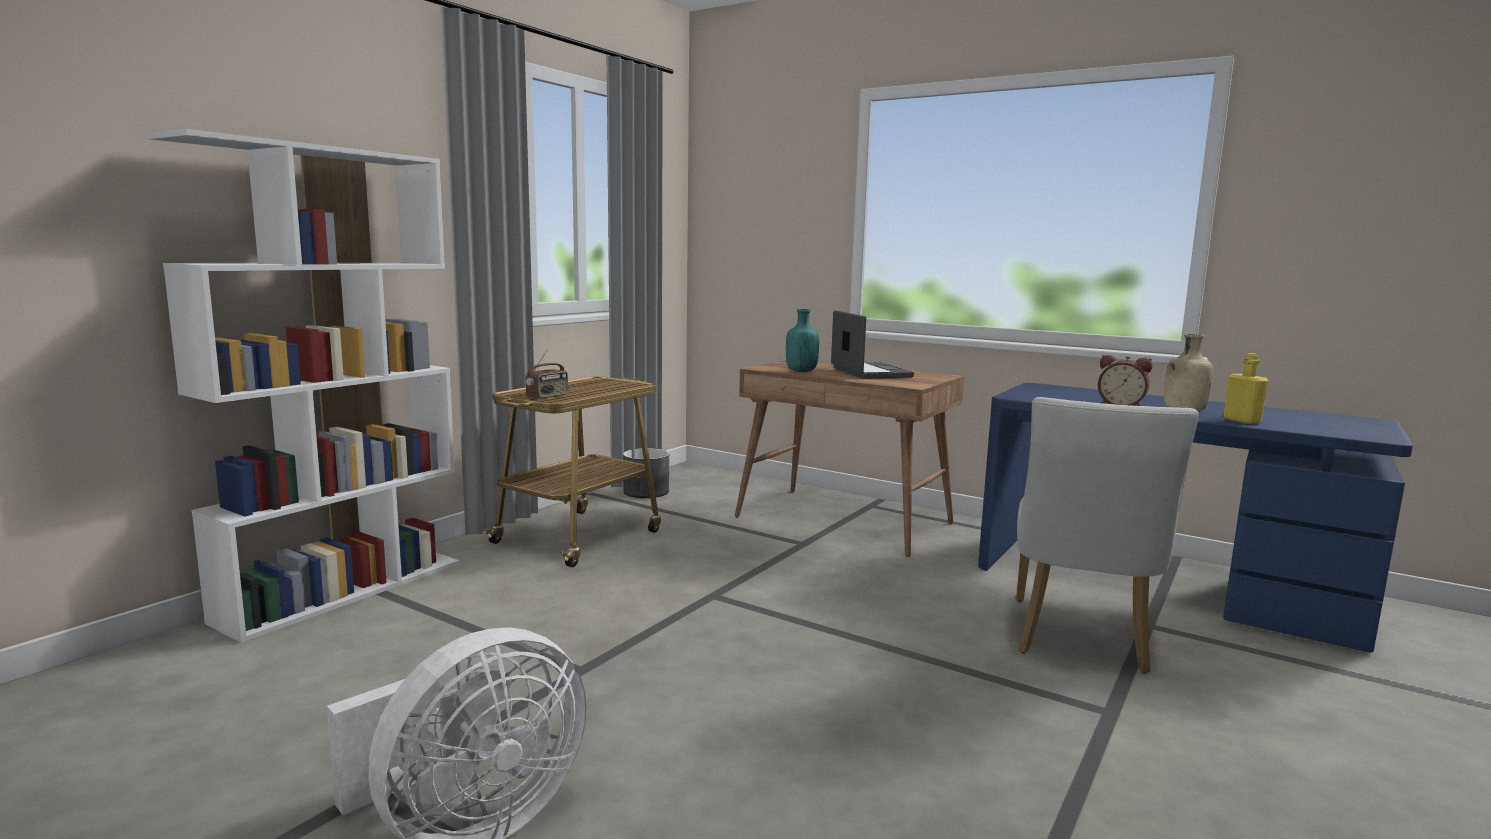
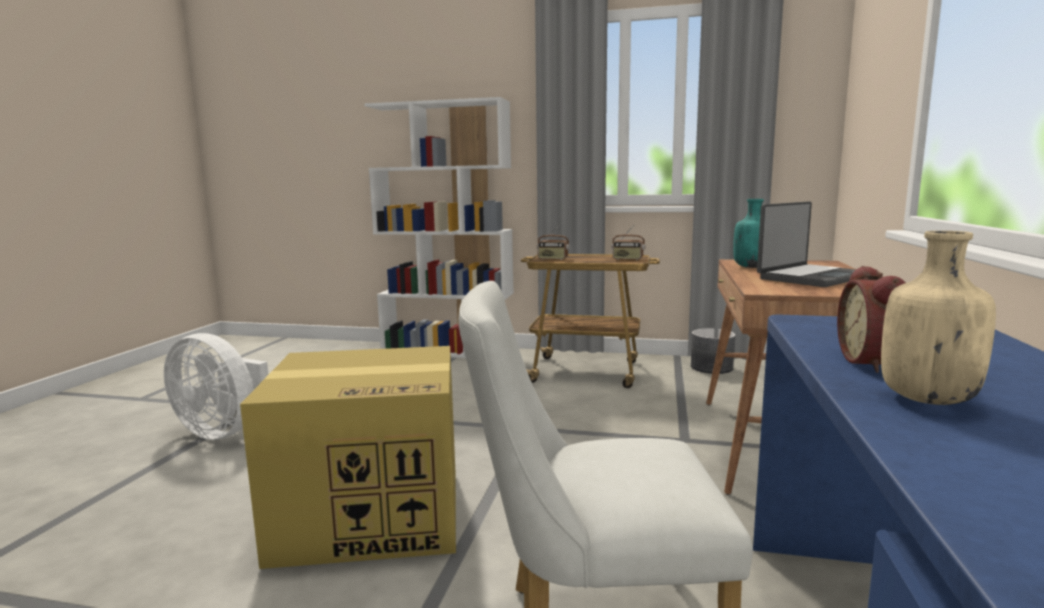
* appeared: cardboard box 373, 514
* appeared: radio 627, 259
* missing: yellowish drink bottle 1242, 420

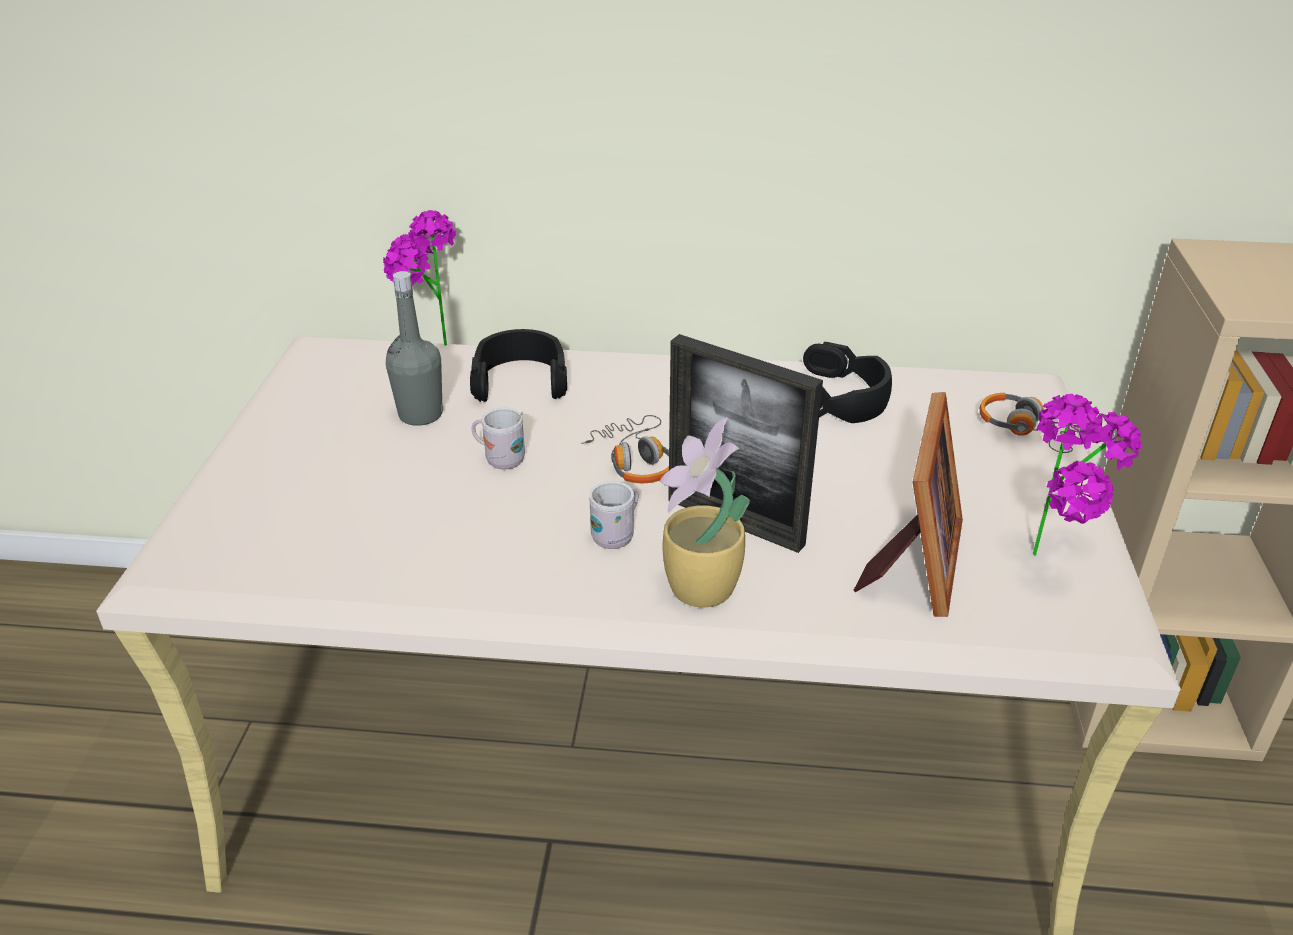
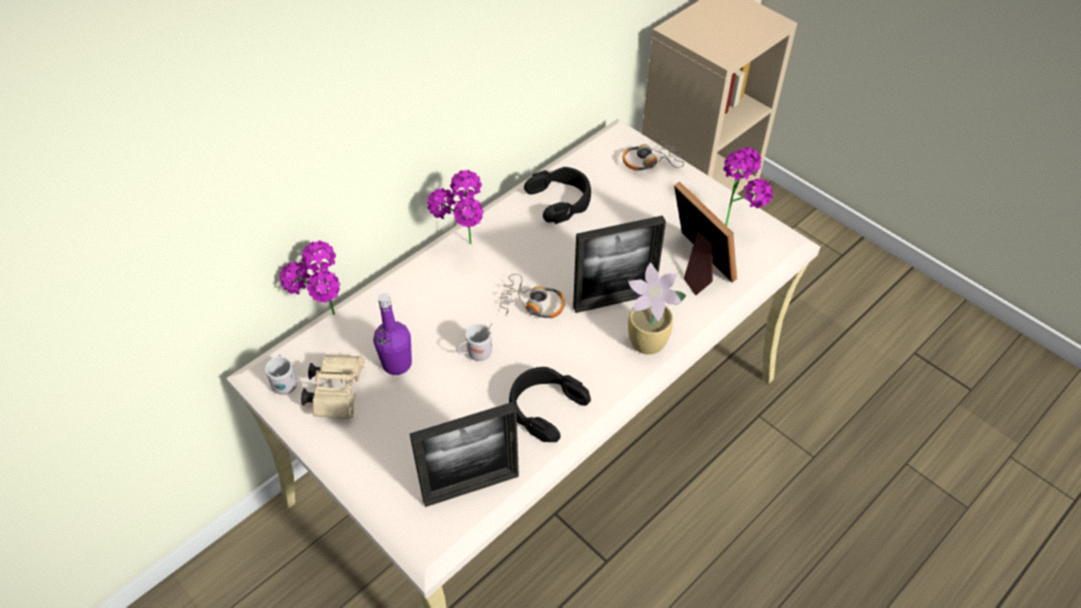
* relocated: white coffee mug 617, 535 to 285, 383
* appeared: sand-coloured binoculars 337, 391
* colour: gray drink bottle 420, 415 to purplish drink bottle 397, 364
* appeared: picture frame 471, 487
* appeared: houseplant 463, 251
* relocated: black headset 520, 380 to 544, 408

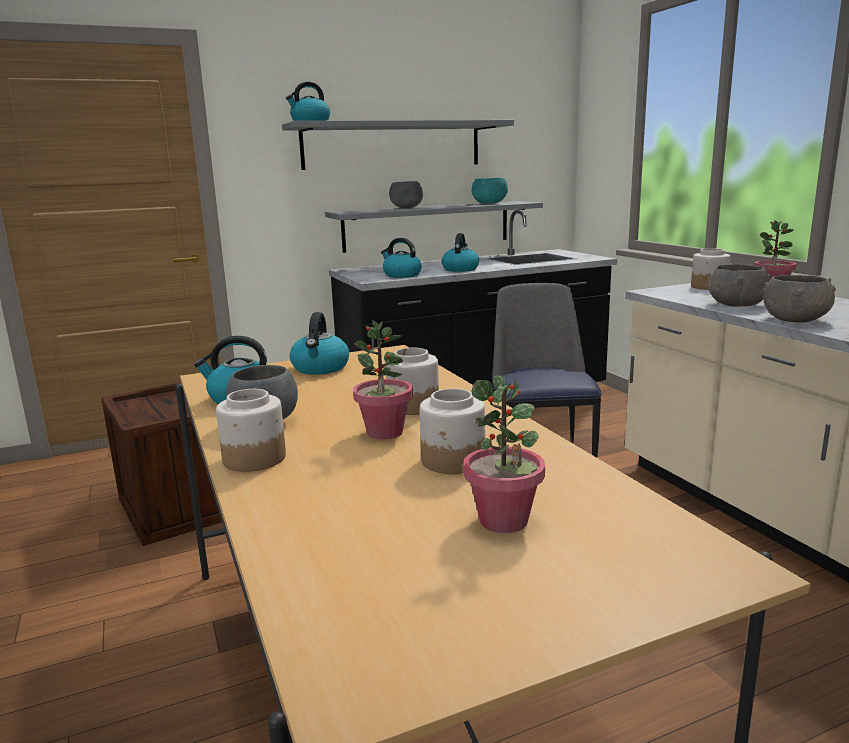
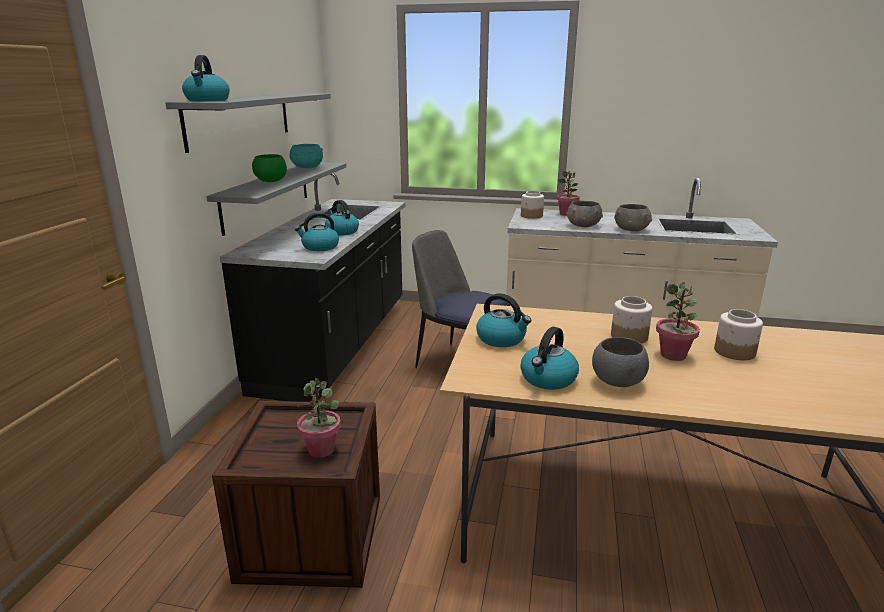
* colour: gray deep dish 406, 208 to green-coloured deep dish 270, 181
* relocated: houseplant 504, 521 to 321, 450
* missing: storage jar 253, 459

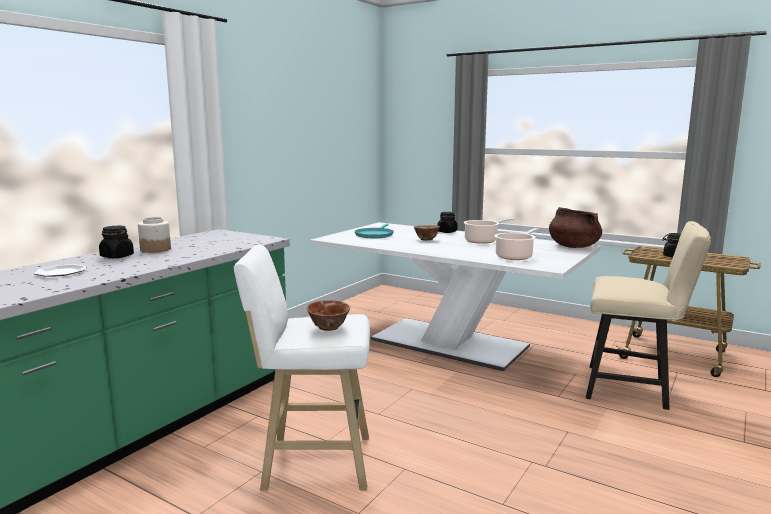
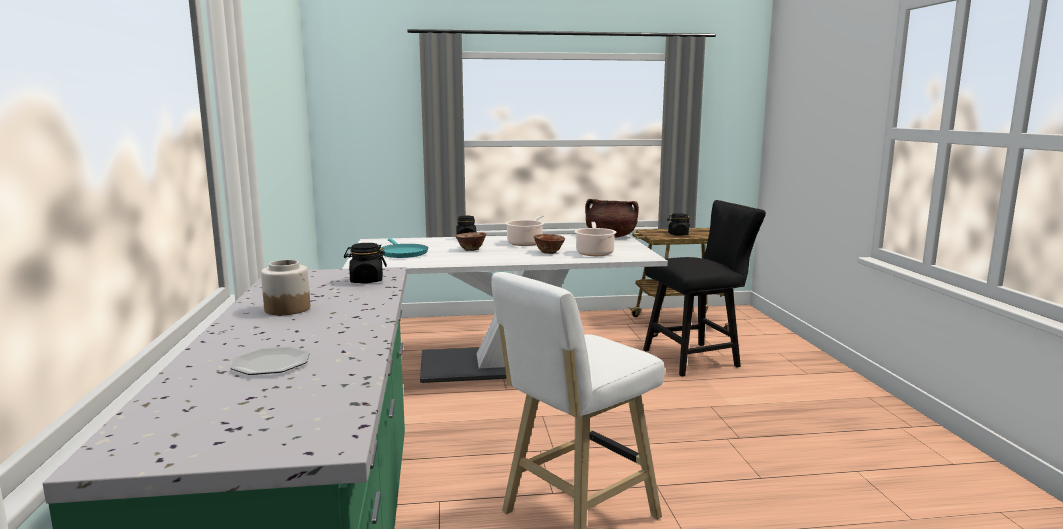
* relocated: black storage jar 117, 256 to 366, 281
* relocated: deep dish 329, 328 to 549, 252
* colour: sand-coloured plain chair 634, 388 to black plain chair 697, 358

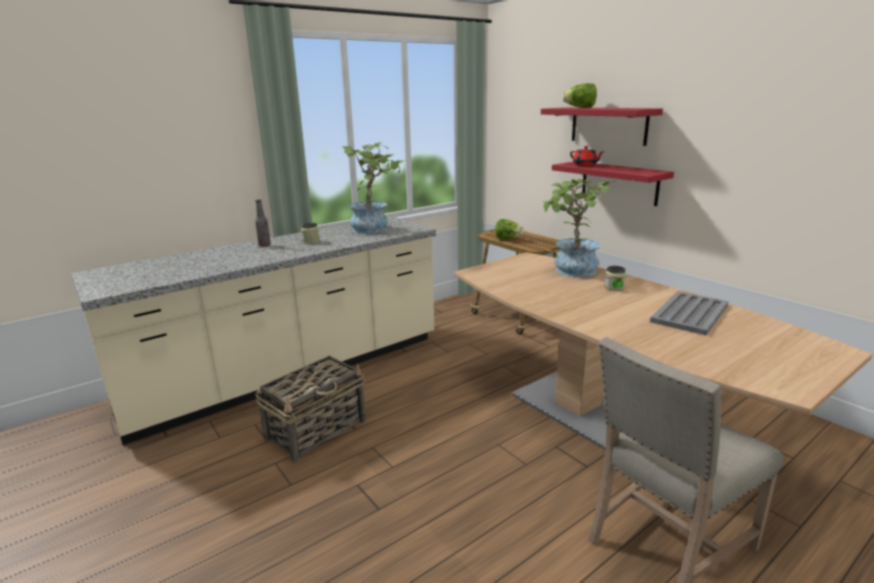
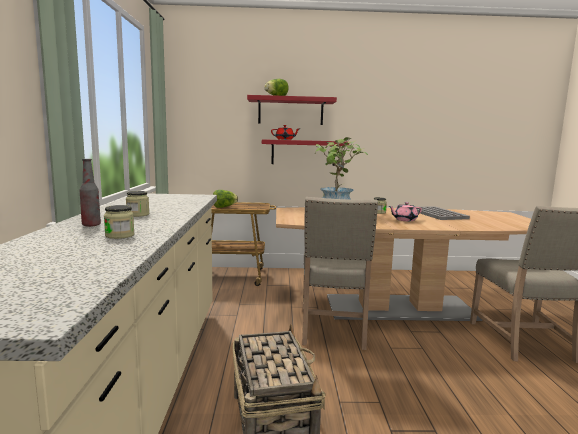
* appeared: storage jar 120, 235
* appeared: sand-coloured plain chair 334, 330
* appeared: pinkish teapot 404, 220
* missing: houseplant 375, 228

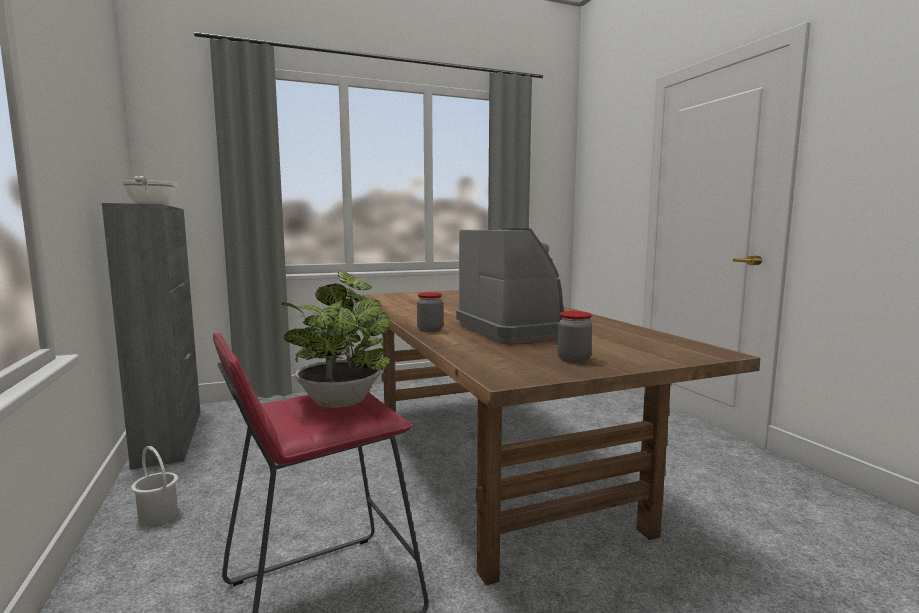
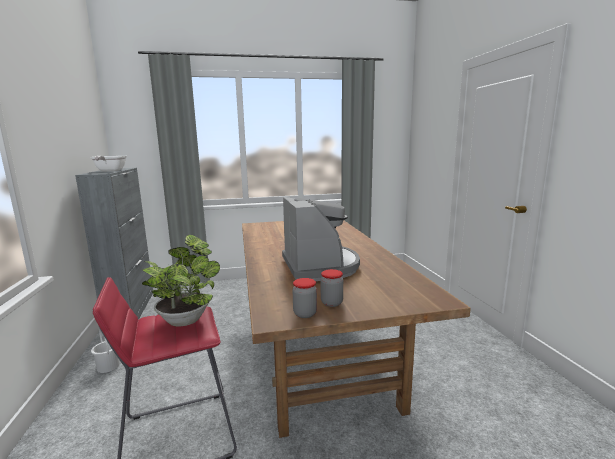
* relocated: storage jar 430, 330 to 305, 313

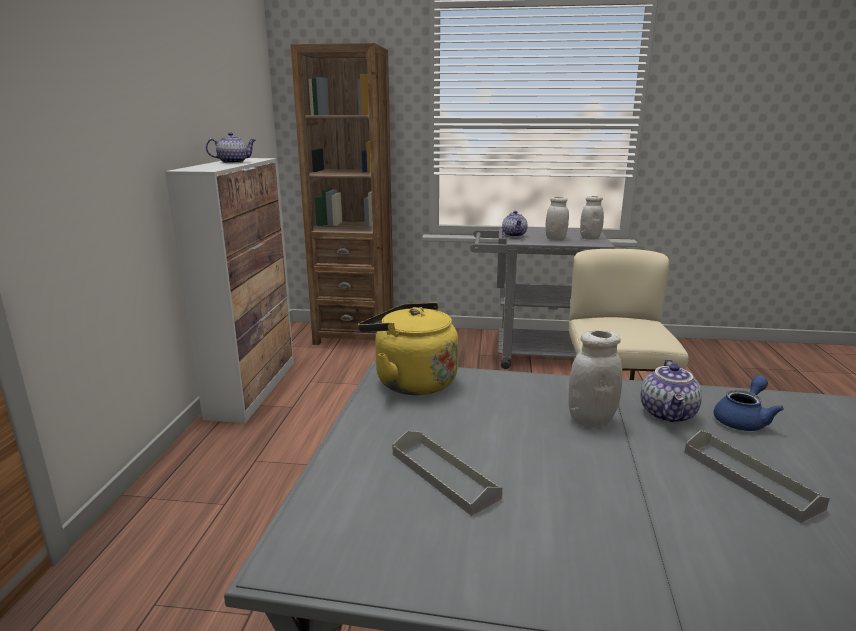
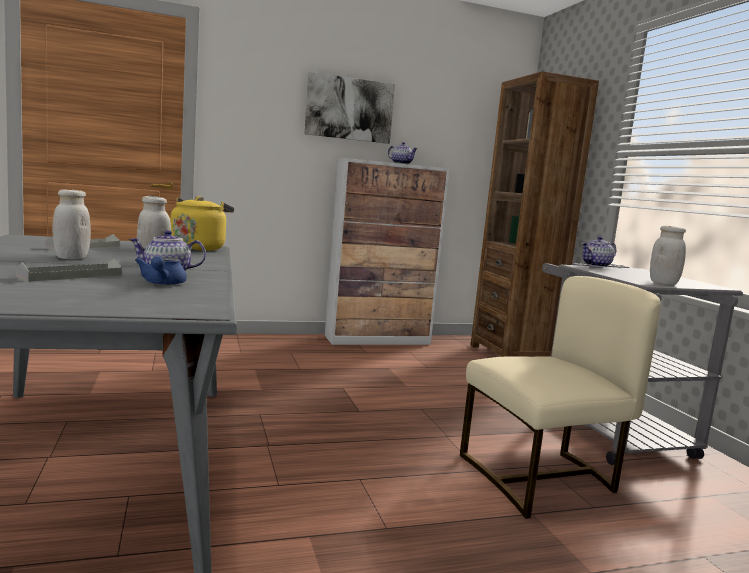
* relocated: white storage jar 555, 239 to 71, 258
* spun: bluish teapot 743, 420 = 162, 284 60 degrees clockwise
* appeared: picture 349, 109

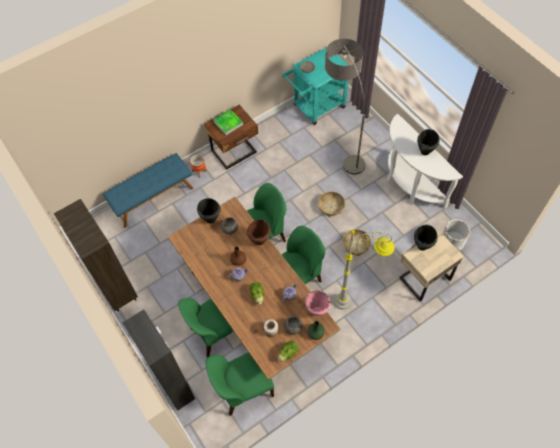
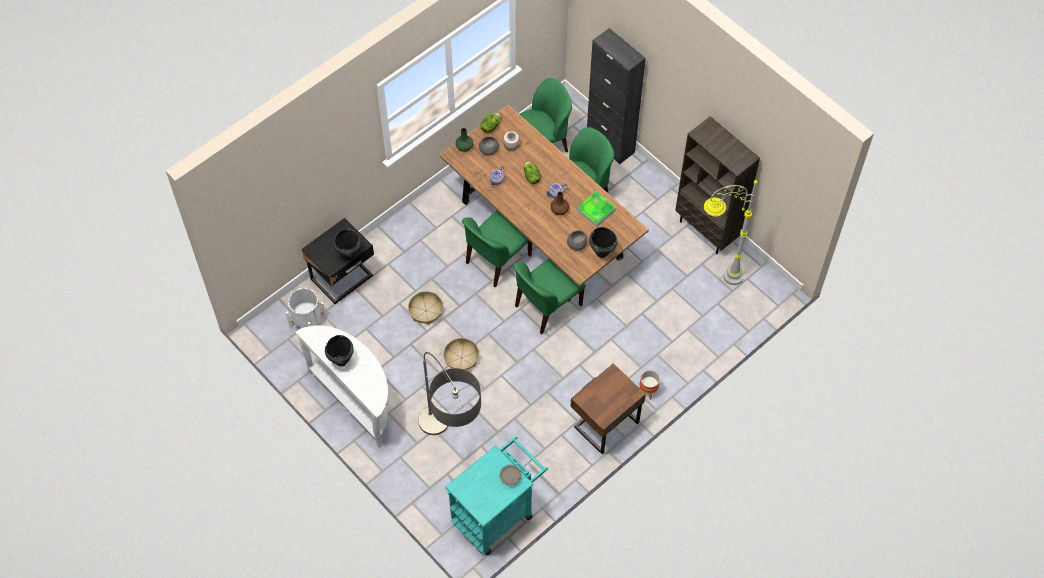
* colour: sand-coloured night table 423, 278 to black night table 343, 279
* relocated: serving tray 228, 123 to 596, 210
* relocated: gray standard lamp 357, 300 to 716, 278
* missing: bluish bench 153, 198
* missing: brownish saucepot 259, 241
* missing: pinkish saucepot 317, 311

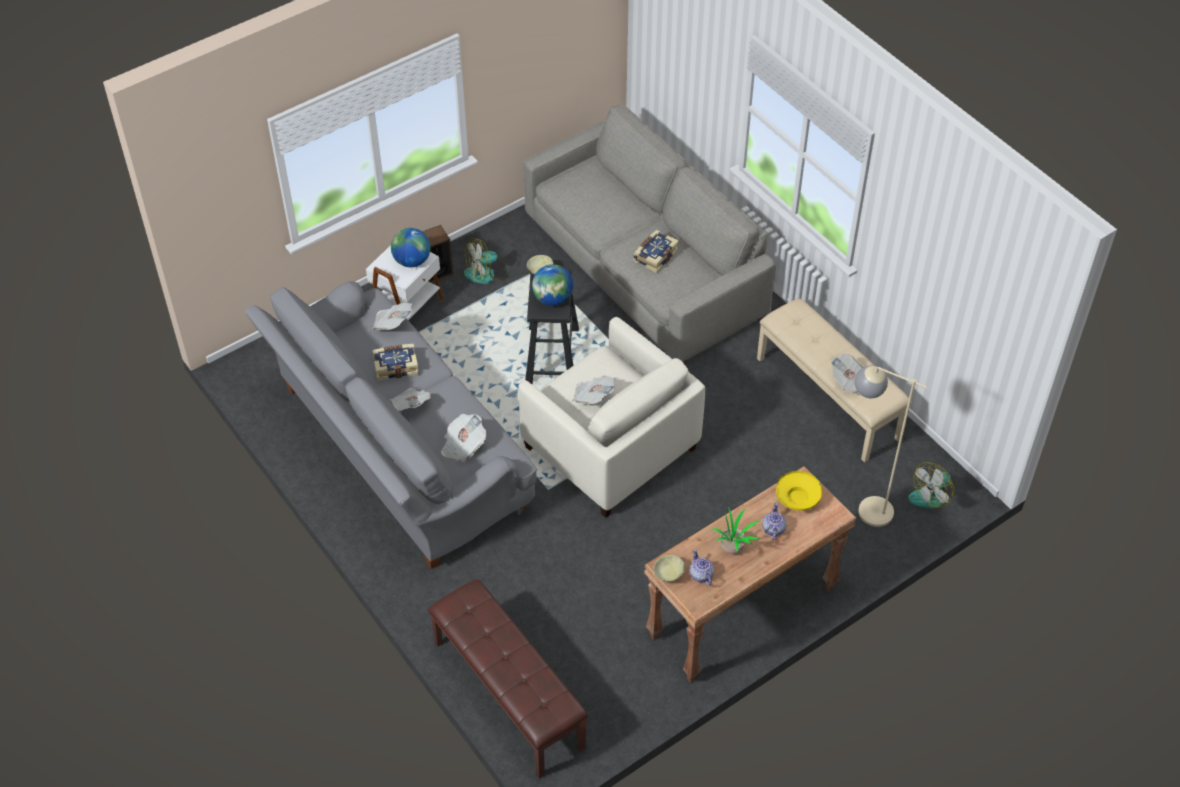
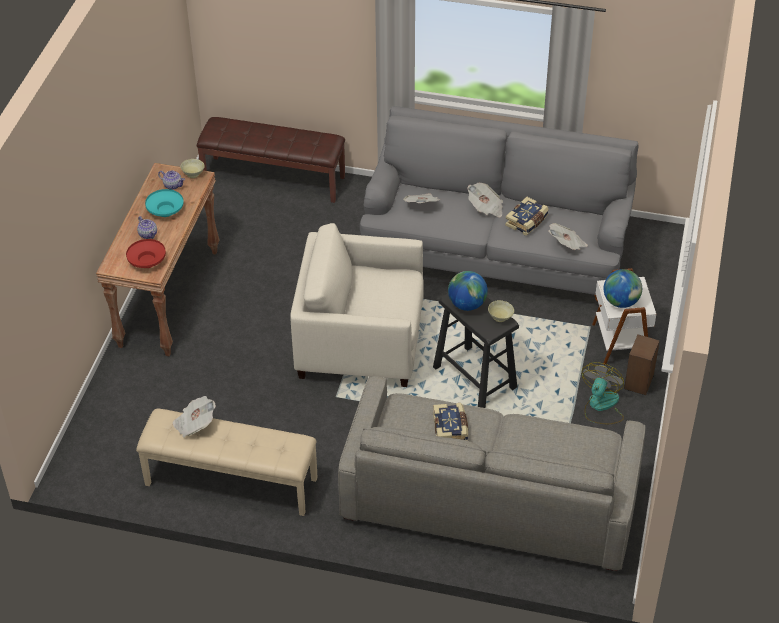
* colour: yellowish deep dish 797, 498 to reddish deep dish 147, 261
* exchanged: houseplant 733, 547 to turquoise-coloured deep dish 165, 210
* missing: daily paper 592, 397
* missing: sand-coloured standard lamp 863, 507
* missing: cooling fan 932, 495

